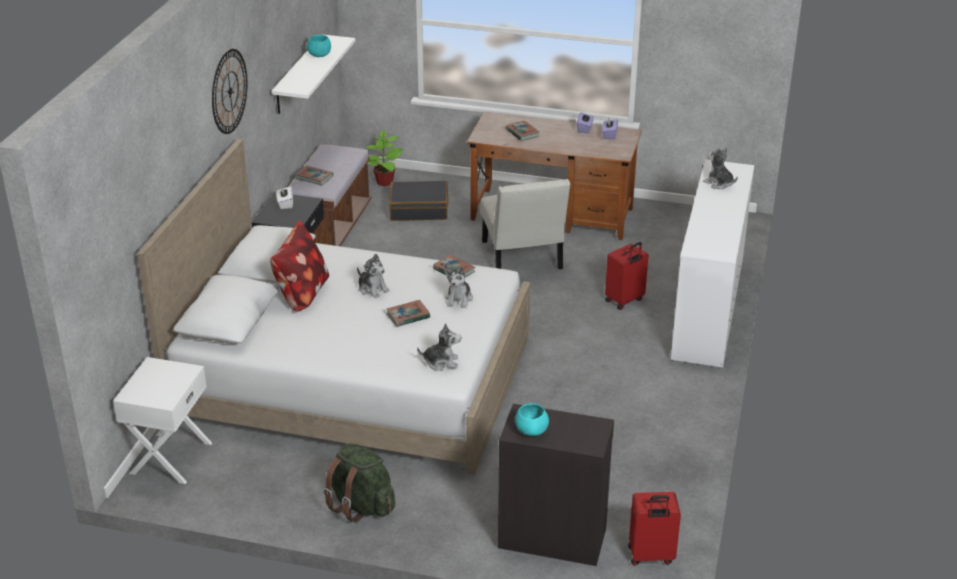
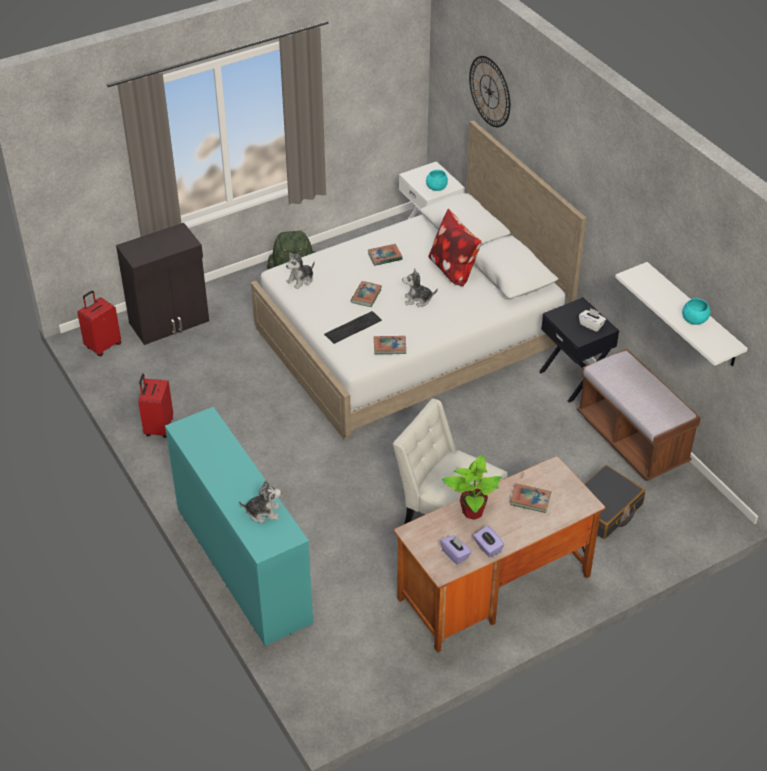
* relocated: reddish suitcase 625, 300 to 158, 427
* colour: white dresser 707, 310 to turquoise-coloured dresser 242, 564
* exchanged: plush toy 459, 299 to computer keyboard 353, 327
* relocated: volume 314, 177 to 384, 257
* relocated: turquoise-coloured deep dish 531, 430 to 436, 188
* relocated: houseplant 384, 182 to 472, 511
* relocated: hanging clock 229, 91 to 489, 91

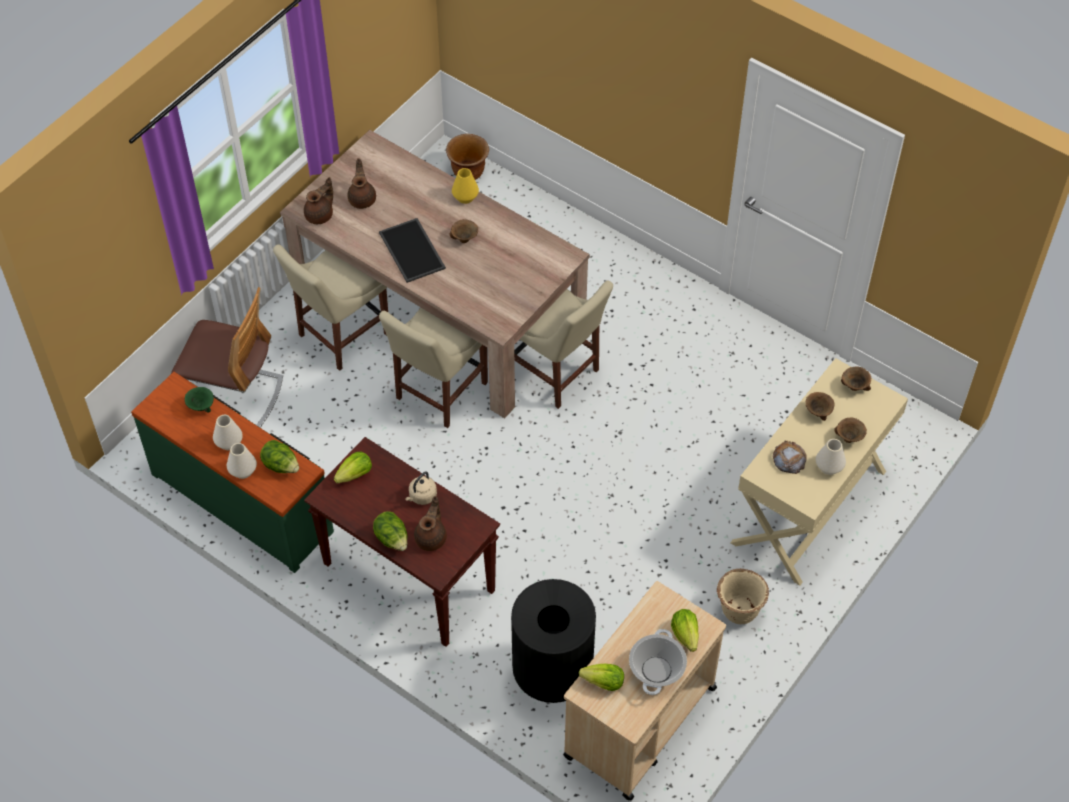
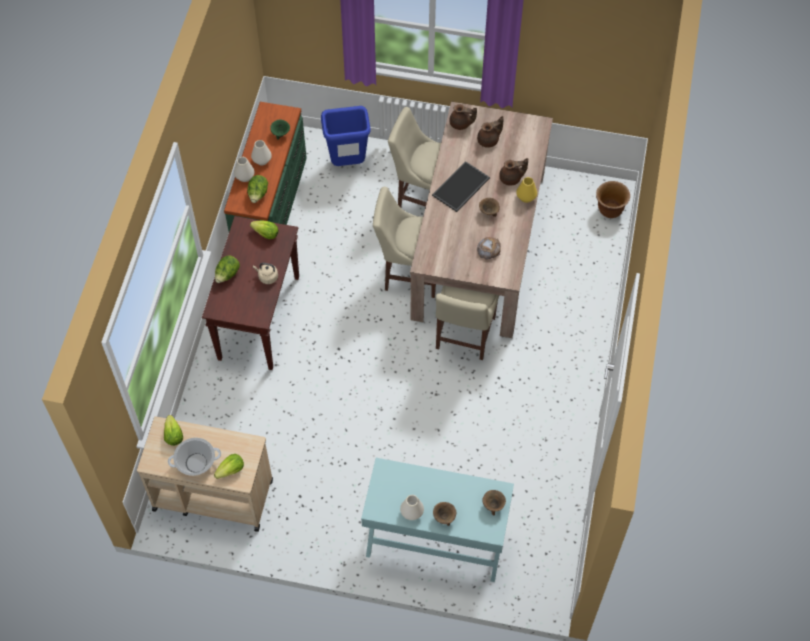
* exchanged: plain chair 233, 395 to bluish waste bin 347, 163
* colour: sand-coloured hall table 809, 507 to turquoise-coloured hall table 435, 540
* relocated: baked bread 788, 459 to 489, 249
* relocated: brownish teapot 431, 537 to 511, 178
* missing: black waste bin 552, 673
* missing: sand-coloured planter 739, 611
* missing: brownish deep dish 817, 412

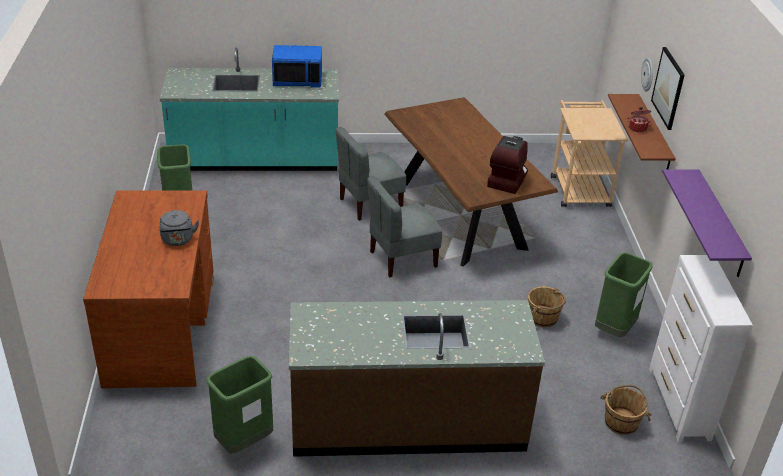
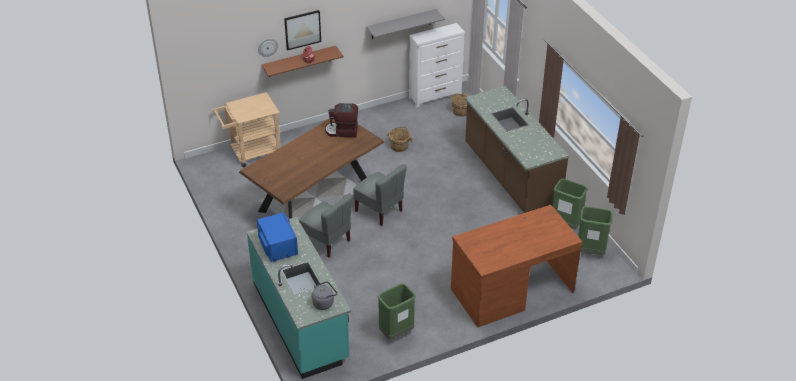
* relocated: gray tea kettle 178, 240 to 324, 302
* colour: purplish shelf 720, 224 to gray shelf 401, 24
* relocated: green-coloured waste bin 614, 329 to 590, 252

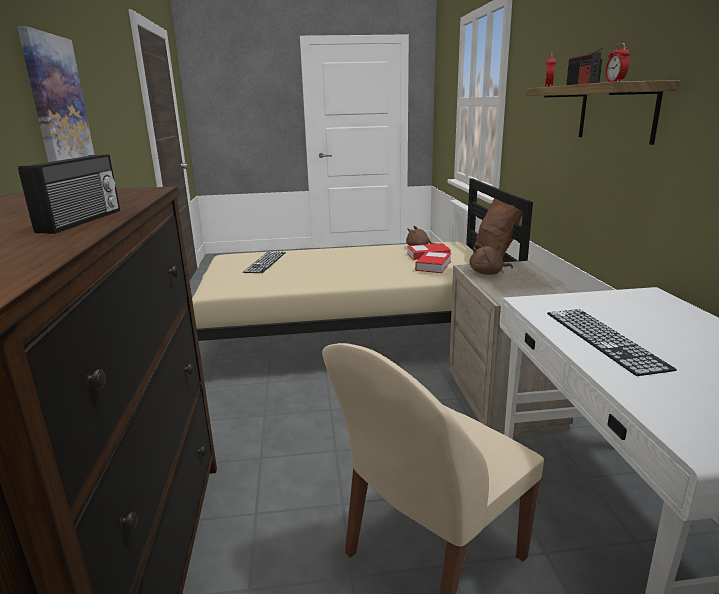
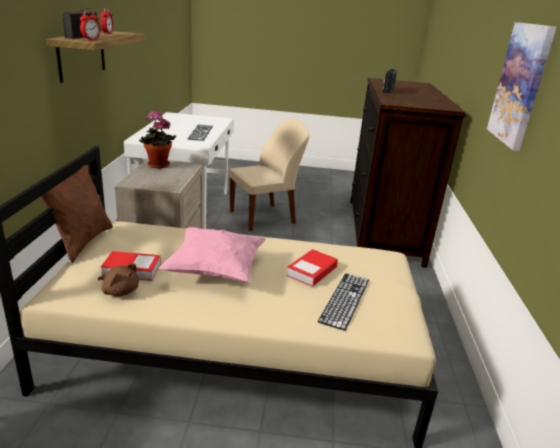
* appeared: houseplant 158, 166
* appeared: pinkish pillow 215, 270
* relocated: volume 433, 266 to 312, 271
* missing: brownish plush toy 488, 273

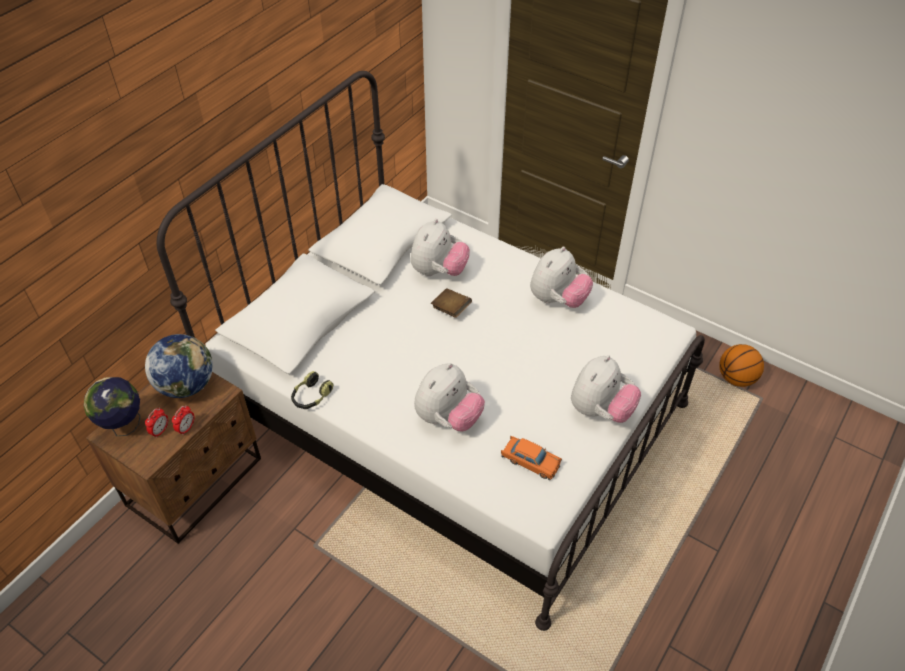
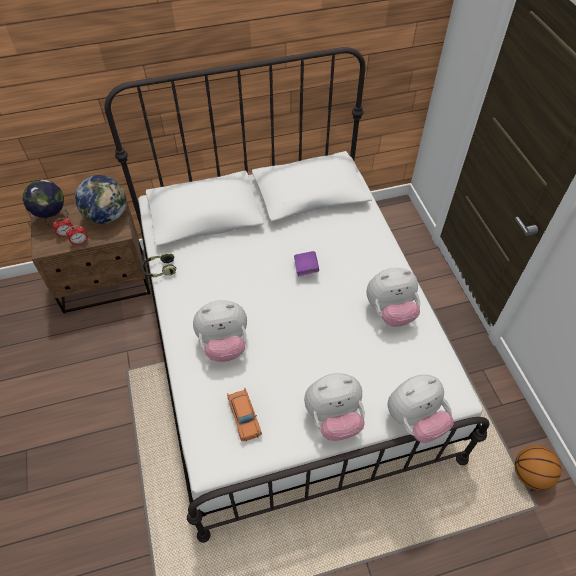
* colour: brownish volume 451, 309 to purplish volume 306, 268
* relocated: plush toy 438, 271 to 415, 419

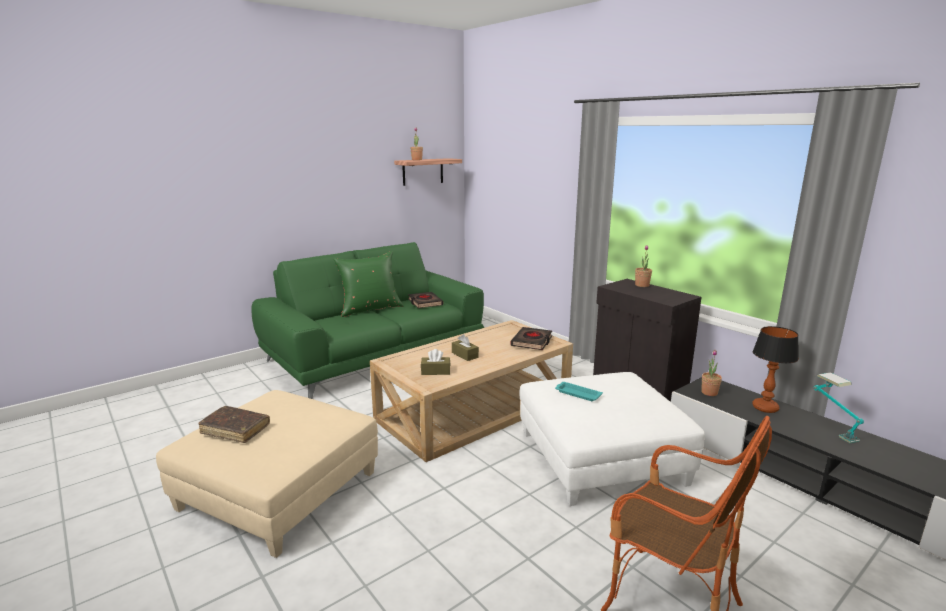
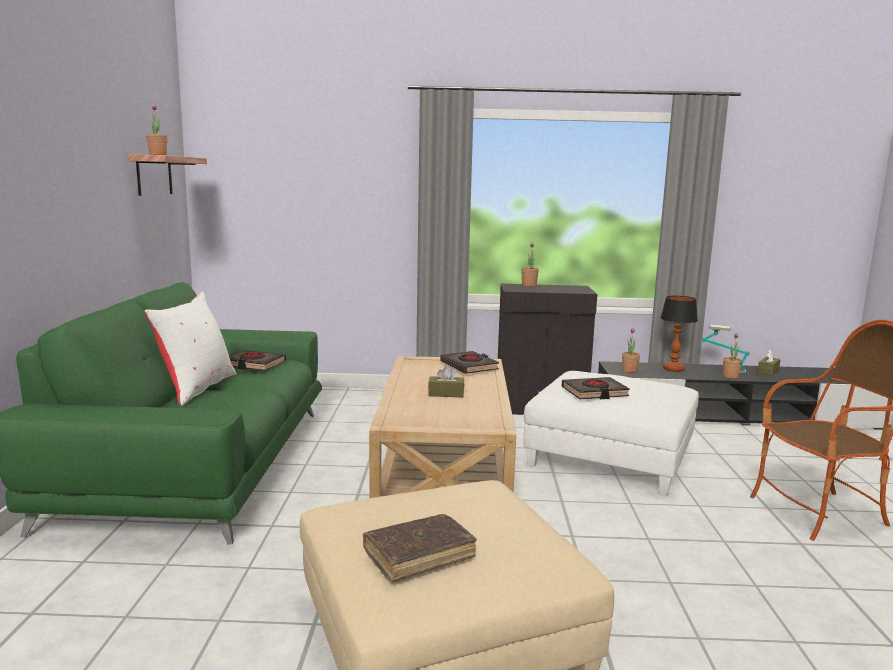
* colour: green-coloured pillow 370, 309 to white pillow 196, 388
* exchanged: turquoise-coloured serving tray 577, 394 to black volume 594, 392
* appeared: houseplant 730, 376
* relocated: brownish tissue box 435, 371 to 768, 371

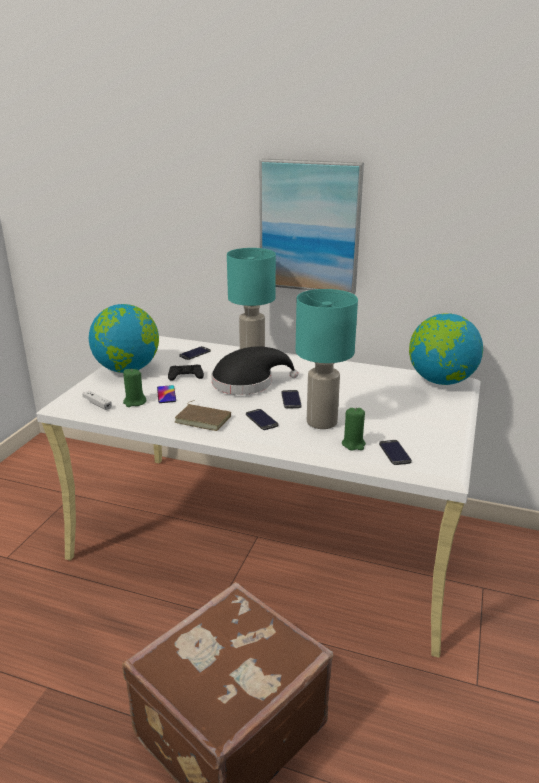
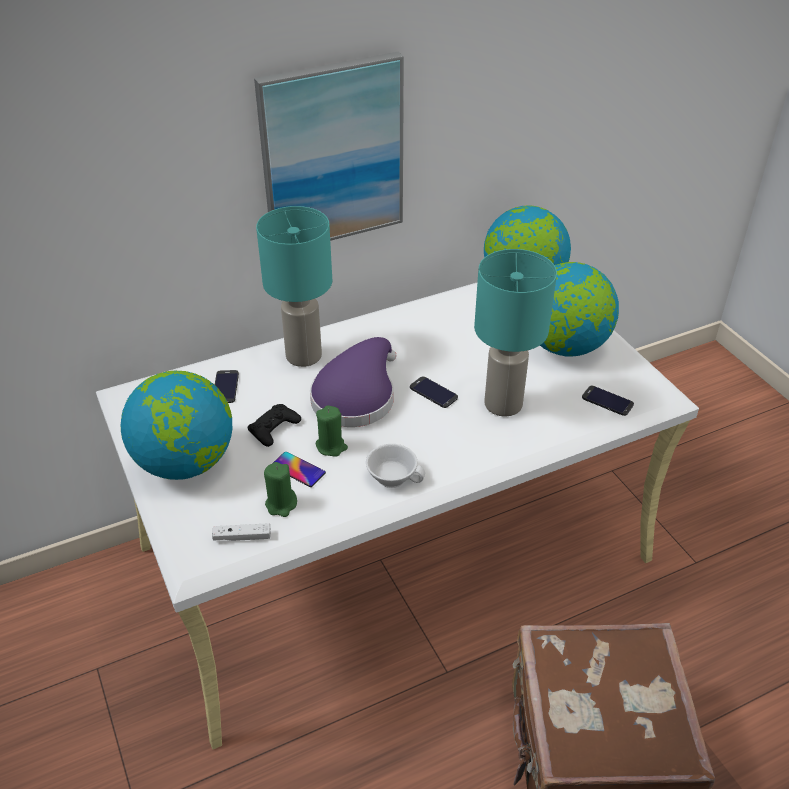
* colour: black clothing hat 247, 383 to purplish clothing hat 356, 396
* relocated: green-coloured candle 353, 444 to 331, 446
* exchanged: brownish volume 204, 419 to white small cup 394, 476
* appeared: desk globe 564, 346
* missing: telephone 261, 420

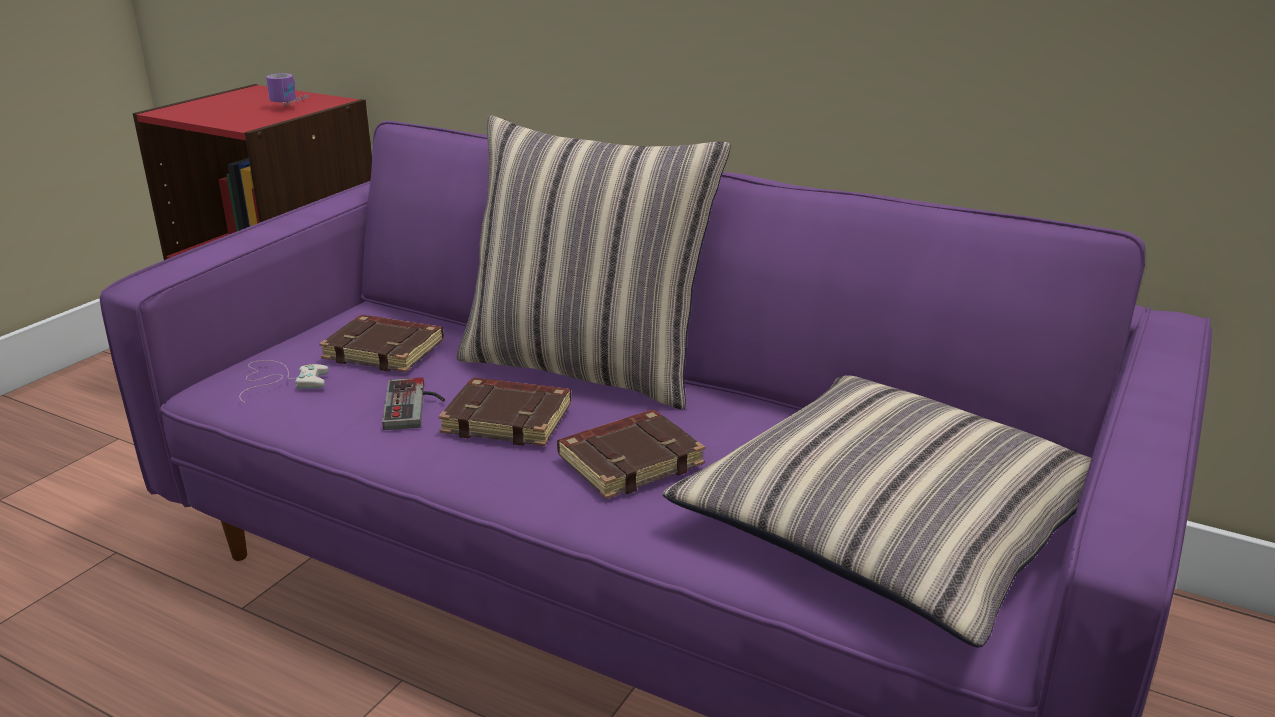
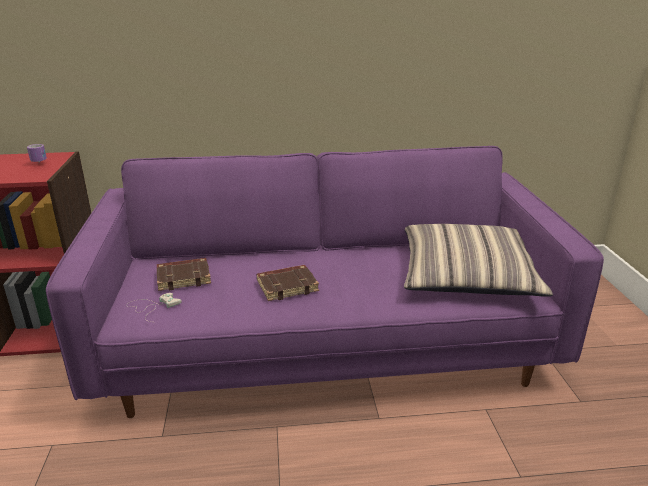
* missing: joypad 415, 406
* missing: pillow 587, 366
* missing: brownish volume 630, 460

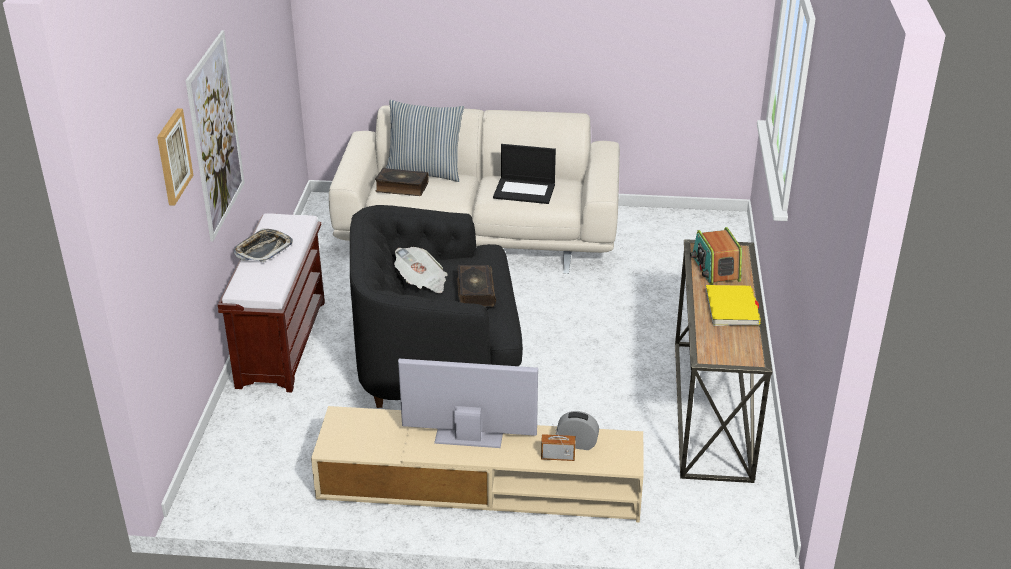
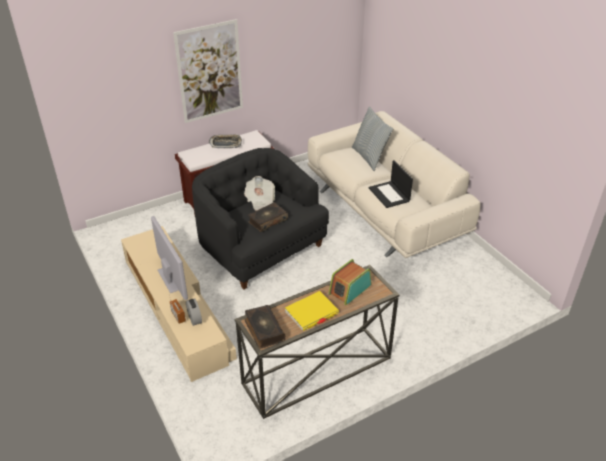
* relocated: volume 401, 188 to 264, 330
* missing: picture 173, 156

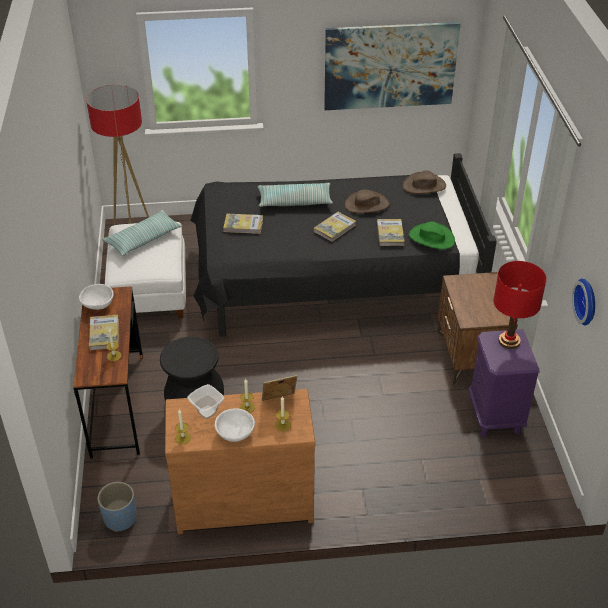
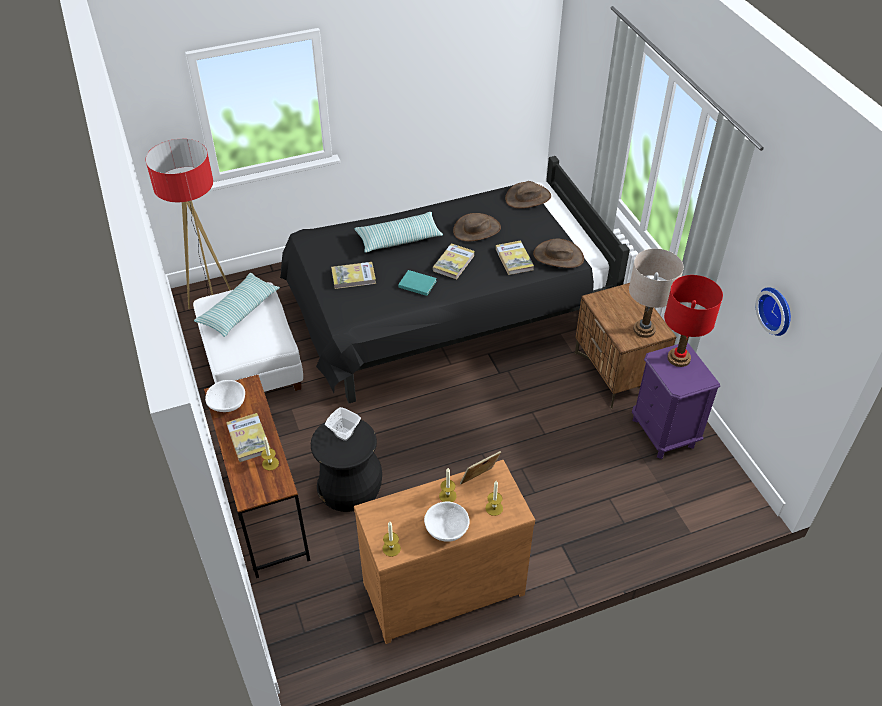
* relocated: deep dish 206, 412 to 344, 434
* appeared: turquoise-coloured volume 417, 283
* colour: green-coloured clothing hat 431, 238 to brownish clothing hat 558, 256
* appeared: sand-coloured lamp for a table 644, 329
* missing: bluish planter 120, 518
* missing: picture 390, 66

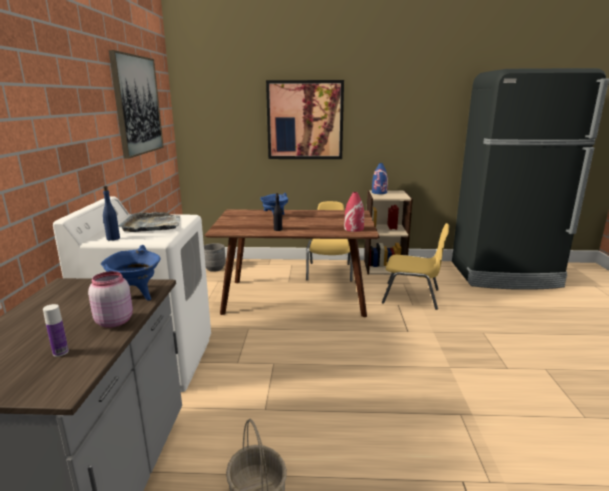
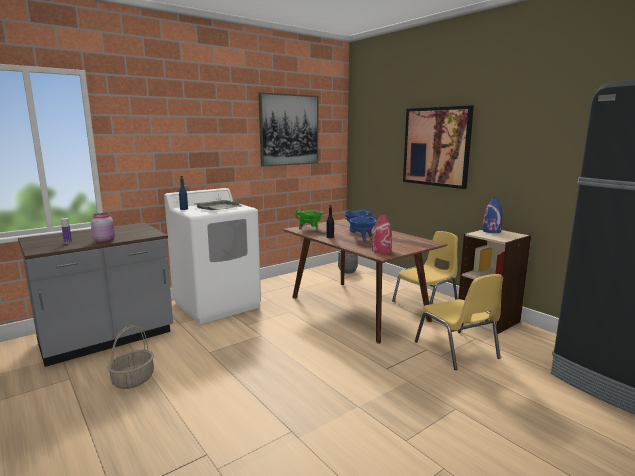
* appeared: green-coloured saucepot 310, 229
* relocated: bluish saucepot 136, 295 to 362, 238

